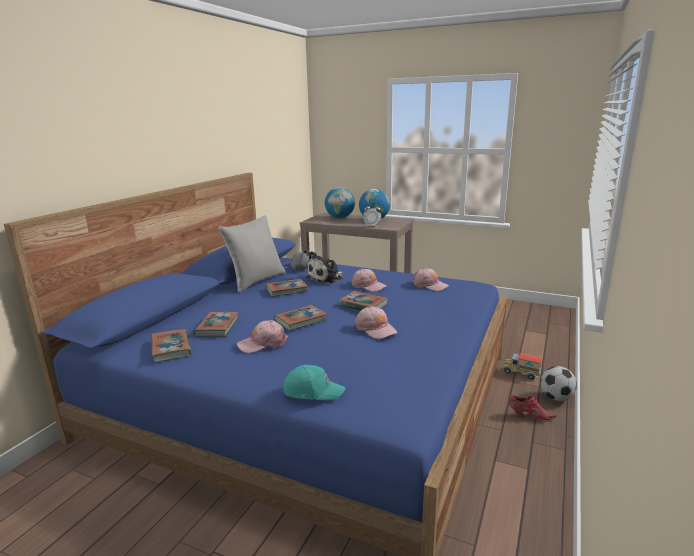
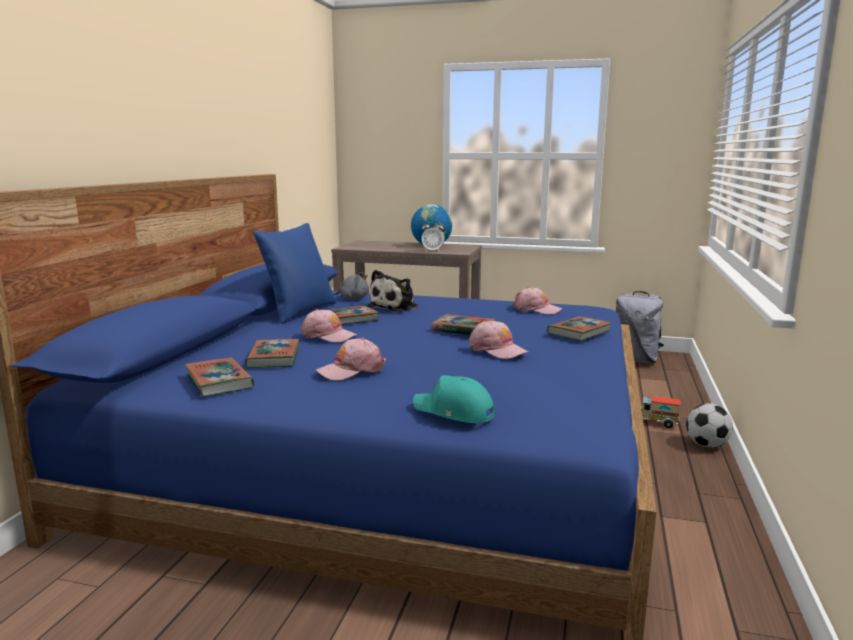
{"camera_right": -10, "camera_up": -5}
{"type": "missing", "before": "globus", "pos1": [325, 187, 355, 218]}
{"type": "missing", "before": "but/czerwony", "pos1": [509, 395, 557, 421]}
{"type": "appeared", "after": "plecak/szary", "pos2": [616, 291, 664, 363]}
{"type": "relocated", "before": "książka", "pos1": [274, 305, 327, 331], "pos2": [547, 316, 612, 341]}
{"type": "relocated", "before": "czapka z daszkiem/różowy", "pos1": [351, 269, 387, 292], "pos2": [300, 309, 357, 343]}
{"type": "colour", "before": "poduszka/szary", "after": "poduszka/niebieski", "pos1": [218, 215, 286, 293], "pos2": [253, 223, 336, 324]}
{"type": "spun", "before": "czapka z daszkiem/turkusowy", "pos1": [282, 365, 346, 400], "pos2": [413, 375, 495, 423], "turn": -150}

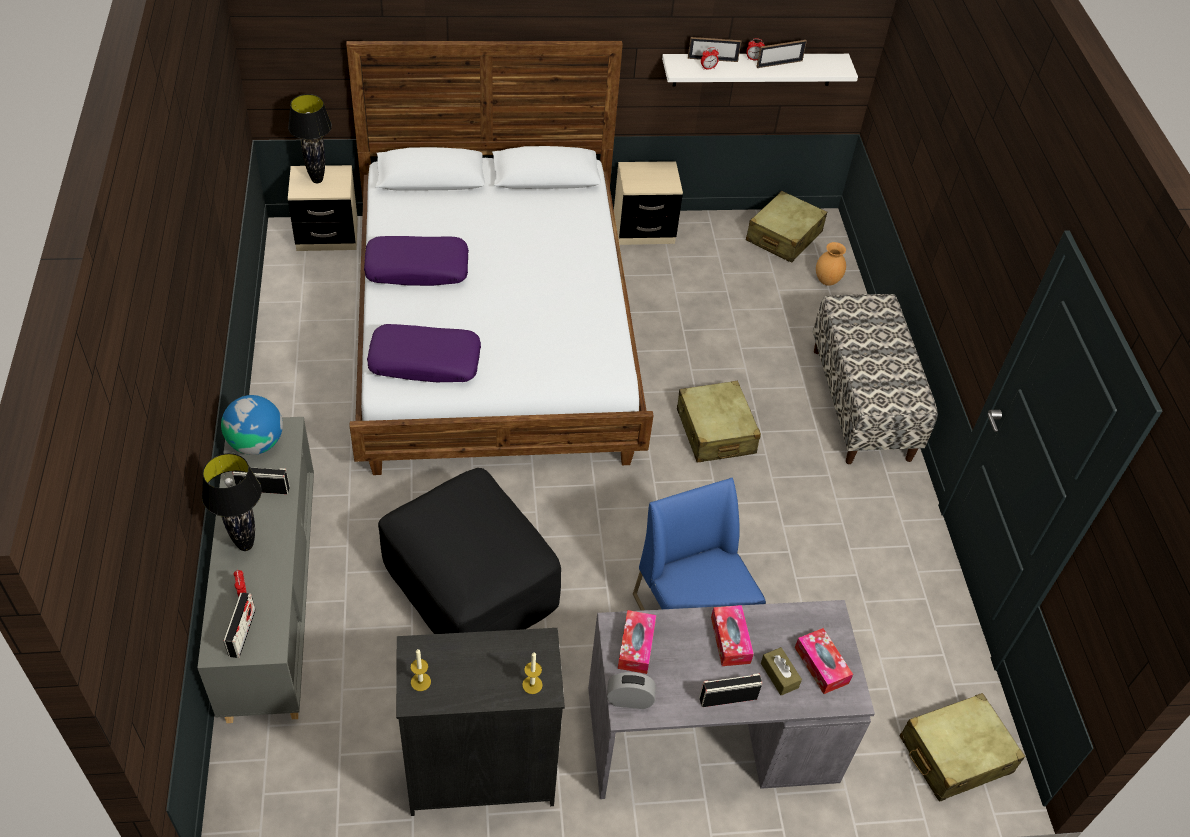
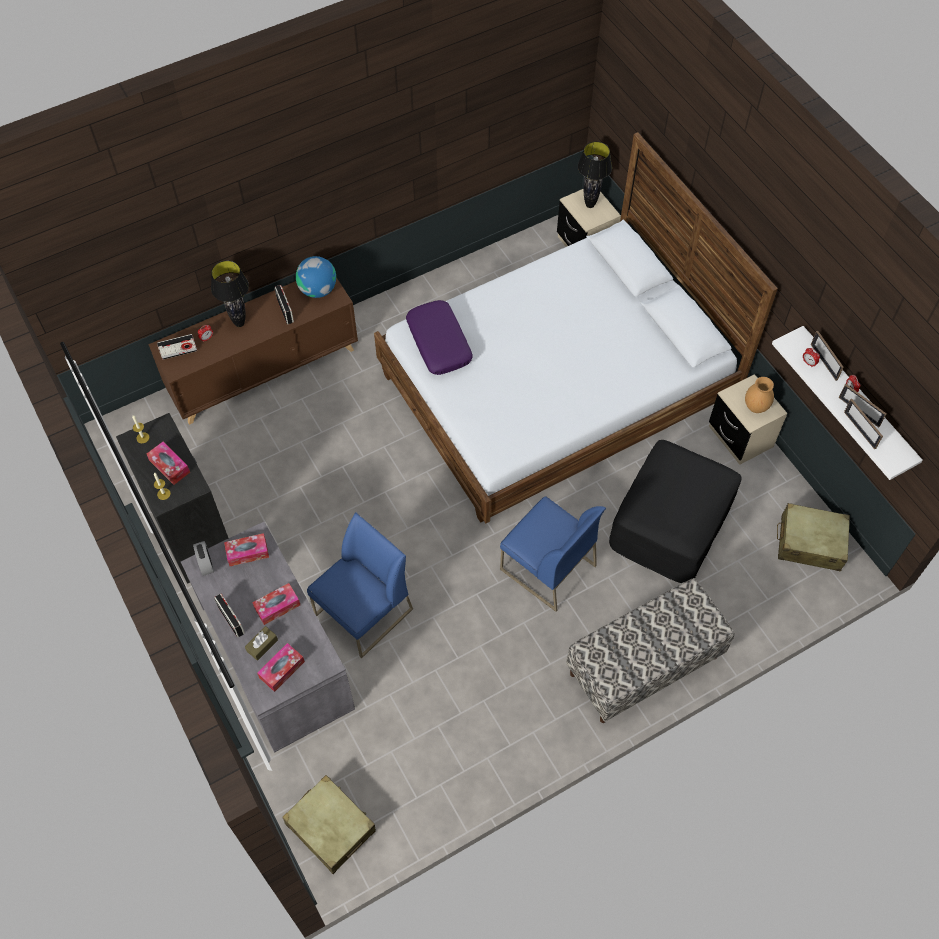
{"camera_right": 70, "camera_up": 10}
{"type": "missing", "before": "poduszka/fioletowy", "pos1": [364, 236, 469, 286]}
{"type": "appeared", "after": "pudełko chusteczek", "pos2": [147, 442, 190, 485]}
{"type": "appeared", "after": "ramka na zdjęcie", "pos2": [844, 399, 883, 449]}
{"type": "relocated", "before": "pufa/czarny", "pos1": [378, 468, 561, 634], "pos2": [609, 440, 742, 583]}
{"type": "relocated", "before": "wazon/brązowy", "pos1": [816, 242, 846, 286], "pos2": [745, 377, 774, 413]}
{"type": "exchanged", "before": "walizka/beżowy", "after": "krzesło/niebieski", "pos1": [677, 381, 761, 462], "pos2": [500, 496, 606, 612]}
{"type": "colour", "before": "szafka/szary", "after": "szafka/brązowy", "pos1": [197, 417, 314, 723], "pos2": [148, 278, 358, 425]}

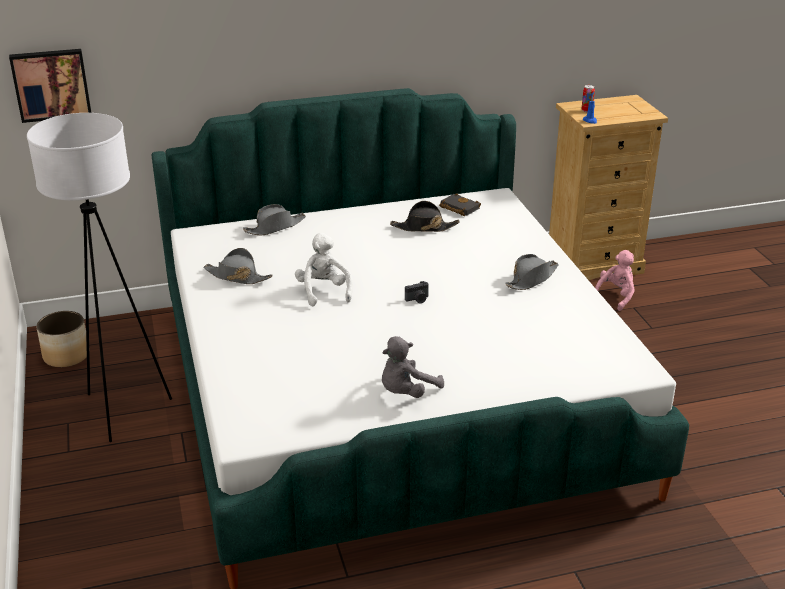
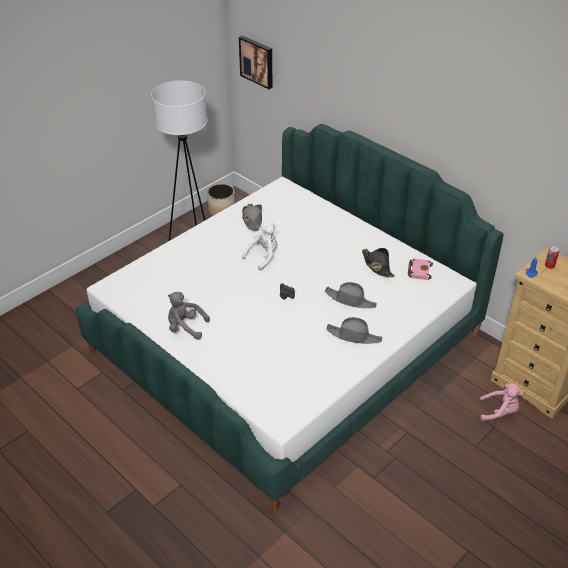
{"camera_right": 60, "camera_up": 10}
{"type": "relocated", "before": "kapelusz/szary", "pos1": [243, 204, 306, 235], "pos2": [325, 282, 377, 308]}
{"type": "colour", "before": "książka/czarny", "after": "książka/różowy", "pos1": [439, 193, 481, 216], "pos2": [408, 259, 433, 280]}

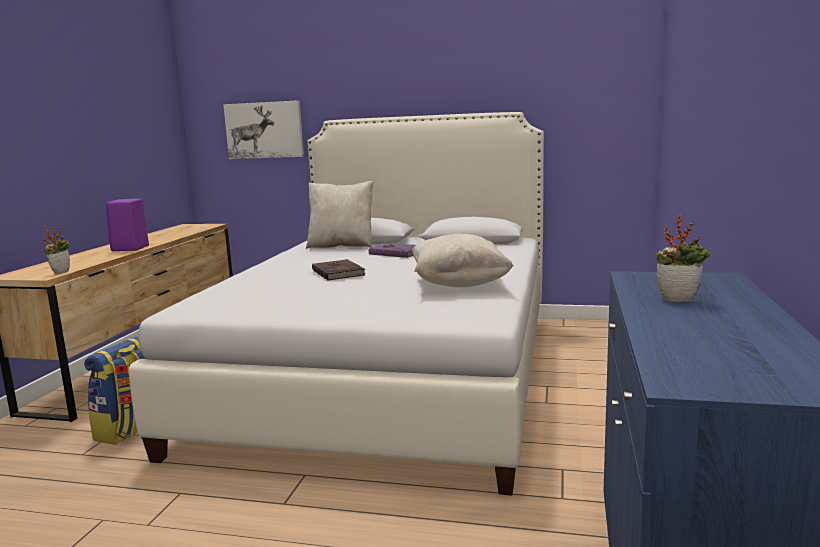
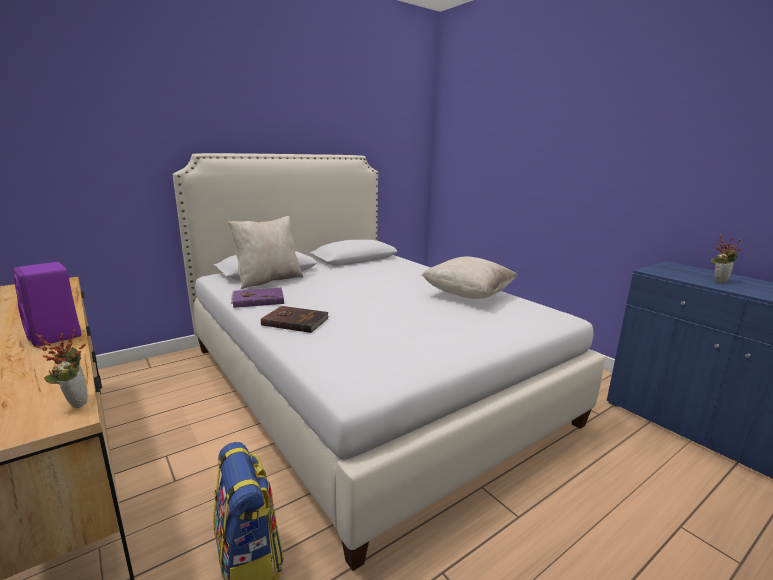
{"camera_right": -50, "camera_up": 5}
{"type": "missing", "before": "obraz", "pos1": [223, 100, 304, 159]}
{"type": "relocated", "before": "książka/brązowy", "pos1": [312, 259, 366, 281], "pos2": [261, 306, 329, 333]}
{"type": "relocated", "before": "książka/fioletowy", "pos1": [369, 243, 415, 258], "pos2": [231, 288, 284, 308]}

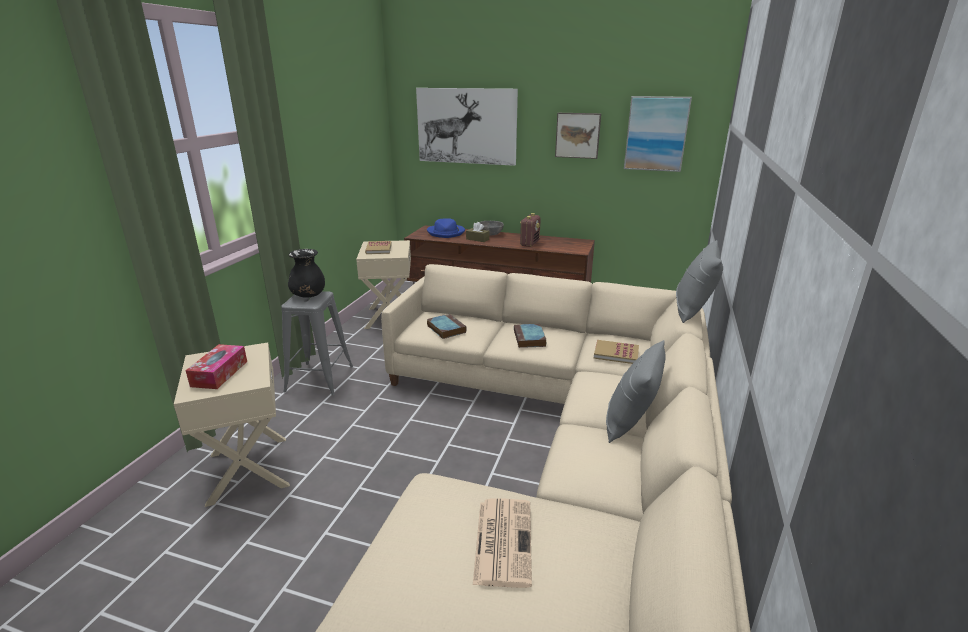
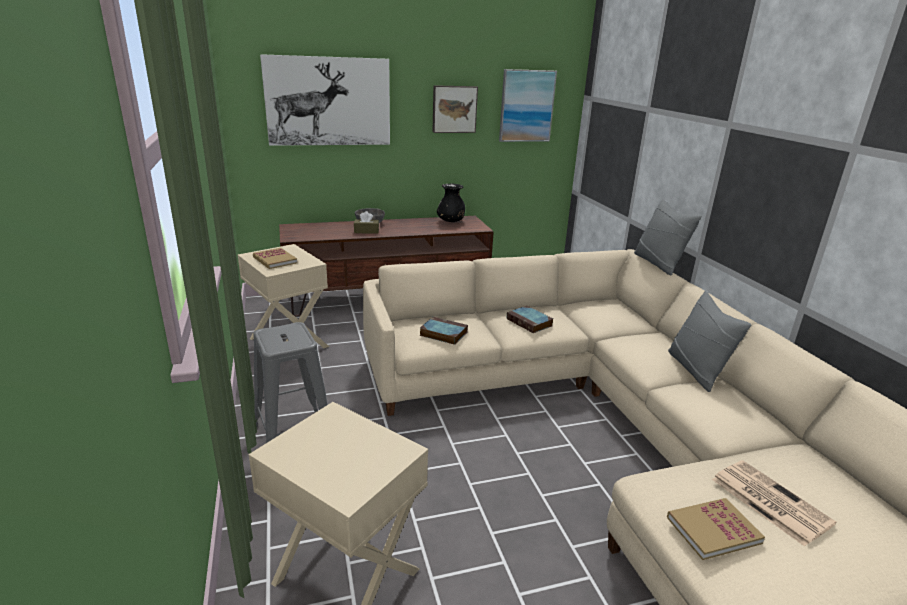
{"camera_right": -35, "camera_up": 0}
{"type": "missing", "before": "pudełko chusteczek", "pos1": [185, 344, 247, 389]}
{"type": "missing", "before": "kapelusz/niebieski", "pos1": [427, 218, 465, 238]}
{"type": "missing", "before": "radio", "pos1": [520, 213, 541, 247]}
{"type": "relocated", "before": "wazon/czarny", "pos1": [288, 249, 325, 298], "pos2": [437, 184, 465, 222]}
{"type": "relocated", "before": "książka", "pos1": [594, 340, 639, 364], "pos2": [667, 498, 765, 560]}

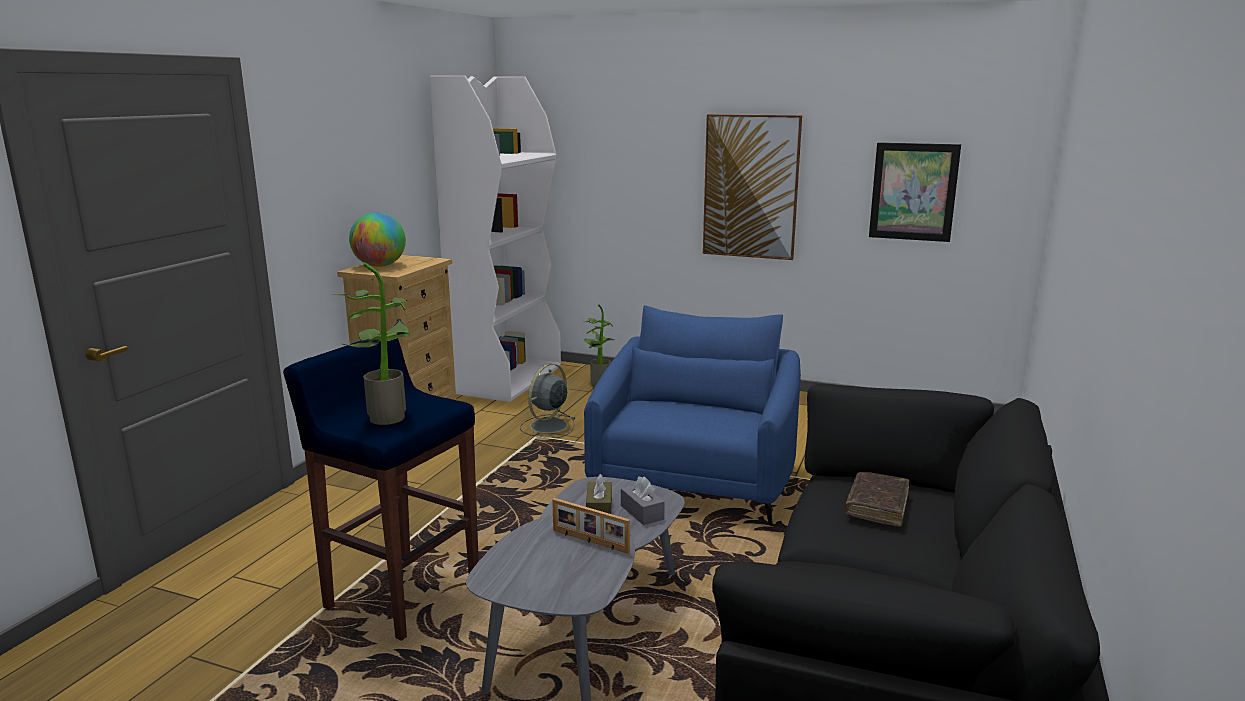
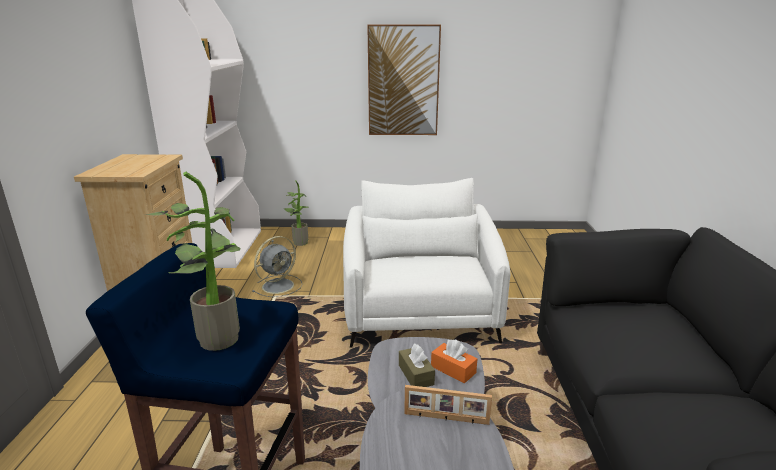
{"camera_right": -20, "camera_up": 5}
{"type": "missing", "before": "globus", "pos1": [349, 212, 406, 267]}
{"type": "missing", "before": "książka/brązowy", "pos1": [845, 472, 909, 527]}
{"type": "missing", "before": "obraz", "pos1": [869, 142, 961, 242]}
{"type": "colour", "before": "fotel/niebieski", "after": "fotel/biały", "pos1": [584, 305, 801, 525], "pos2": [343, 178, 510, 348]}
{"type": "colour", "before": "pudełko chusteczek/szary", "after": "pudełko chusteczek/pomarańczowy", "pos1": [621, 476, 665, 525], "pos2": [431, 339, 477, 383]}
{"type": "spun", "before": "wentylator/szary", "pos1": [520, 363, 575, 438], "pos2": [252, 236, 303, 297], "turn": -150}

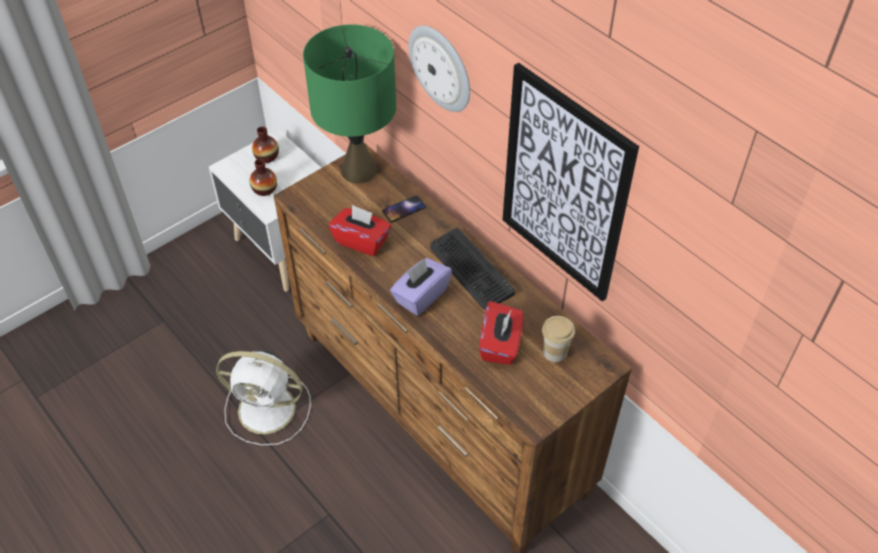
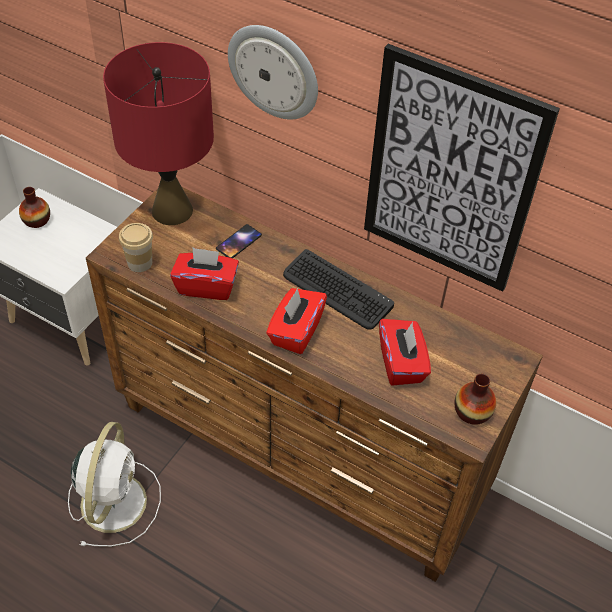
{"camera_right": -20, "camera_up": 0}
{"type": "relocated", "before": "wazon", "pos1": [250, 159, 277, 196], "pos2": [454, 374, 496, 425]}
{"type": "relocated", "before": "filiżanka", "pos1": [542, 316, 575, 362], "pos2": [119, 223, 153, 272]}
{"type": "colour", "before": "lampa stołowa/zielony", "after": "lampa stołowa/czerwony", "pos1": [303, 24, 396, 184], "pos2": [103, 42, 214, 225]}
{"type": "colour", "before": "pudełko chusteczek/fioletowy", "after": "pudełko chusteczek/czerwony", "pos1": [390, 258, 452, 316], "pos2": [266, 288, 327, 354]}
{"type": "spun", "before": "wentylator/biały", "pos1": [216, 350, 311, 446], "pos2": [68, 422, 161, 547], "turn": -75}

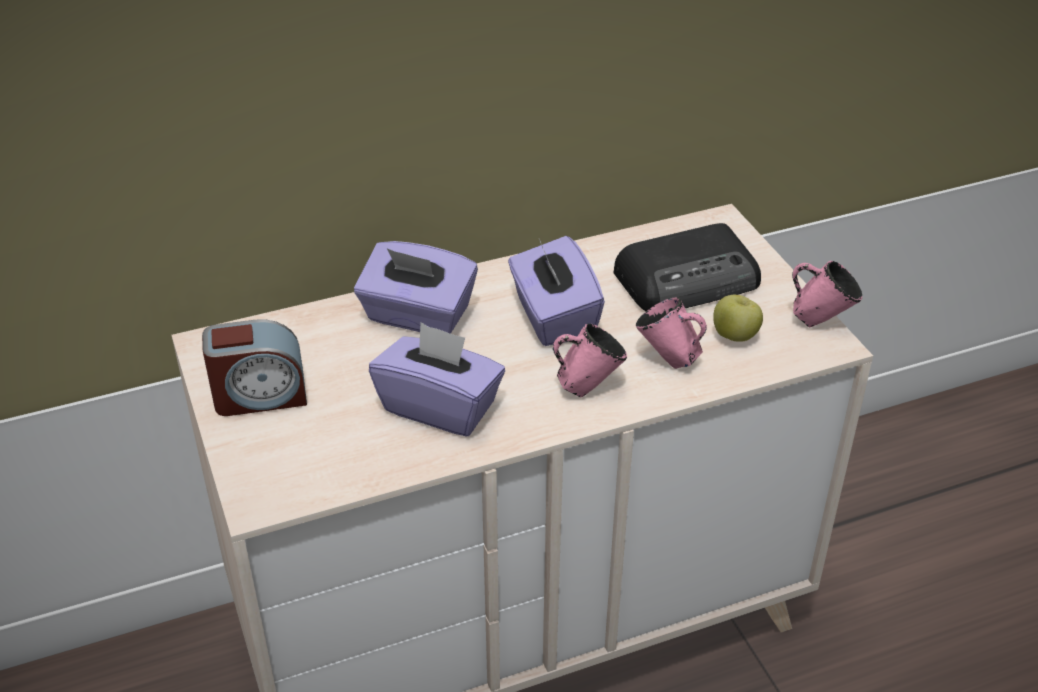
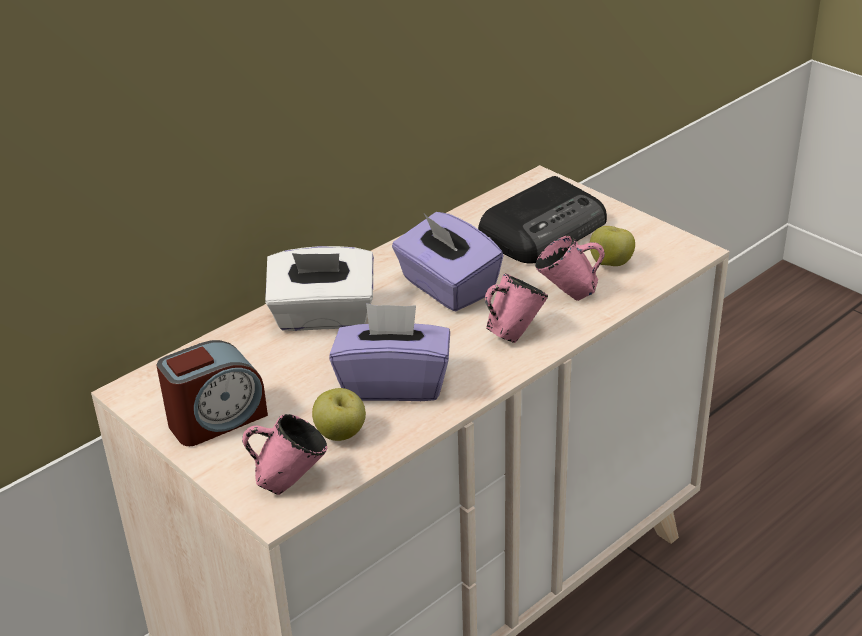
{"camera_right": -20, "camera_up": -5}
{"type": "appeared", "after": "jabłko", "pos2": [312, 388, 366, 441]}
{"type": "relocated", "before": "kubek/różowy", "pos1": [792, 261, 862, 327], "pos2": [242, 414, 327, 495]}
{"type": "colour", "before": "pudełko chusteczek/fioletowy", "after": "pudełko chusteczek/biały", "pos1": [354, 241, 478, 334], "pos2": [265, 246, 374, 331]}

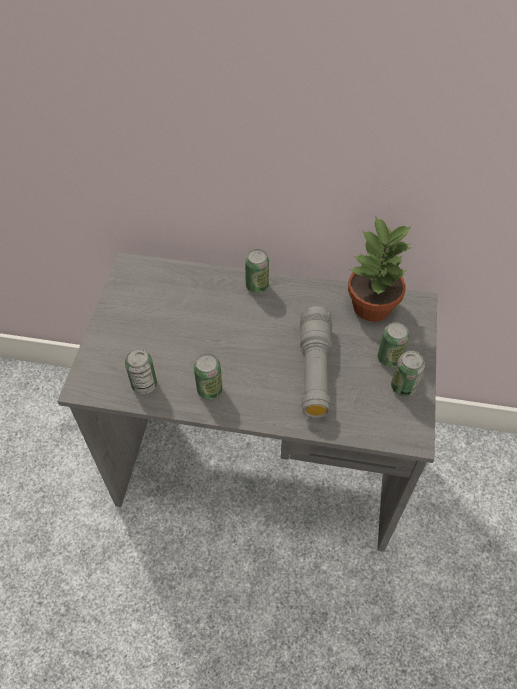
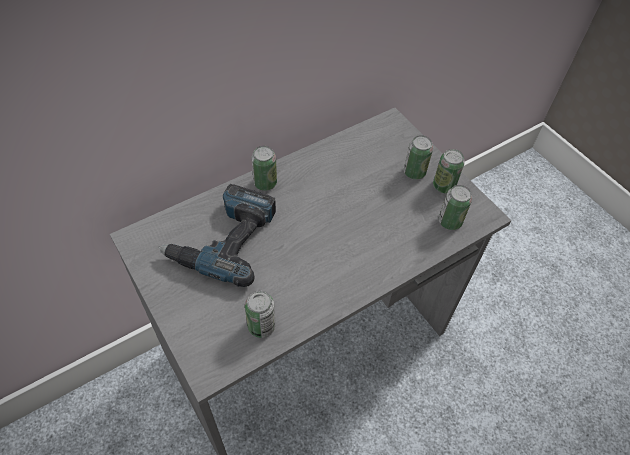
{"camera_right": -45, "camera_up": 0}
{"type": "missing", "before": "latarka/szary", "pos1": [300, 306, 332, 418]}
{"type": "missing", "before": "roślina doniczkowa", "pos1": [348, 215, 412, 322]}
{"type": "appeared", "after": "wiertarka", "pos2": [158, 184, 276, 287]}
{"type": "relocated", "before": "puszka", "pos1": [194, 354, 223, 399], "pos2": [439, 185, 472, 230]}

